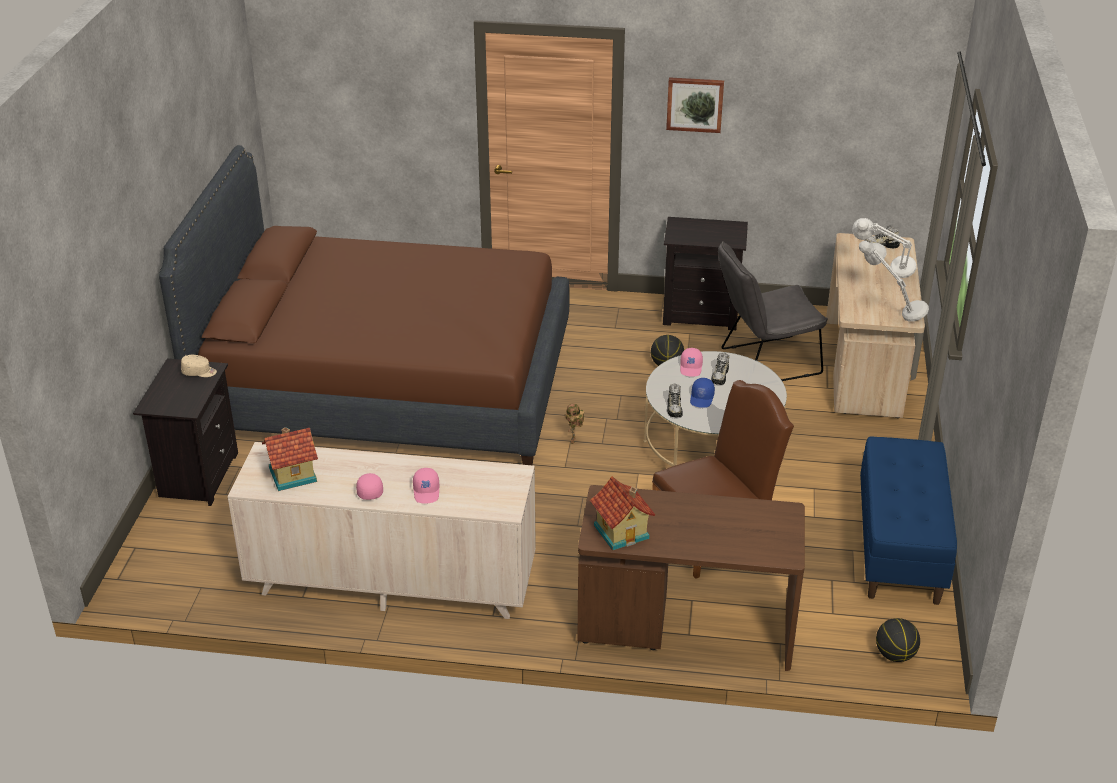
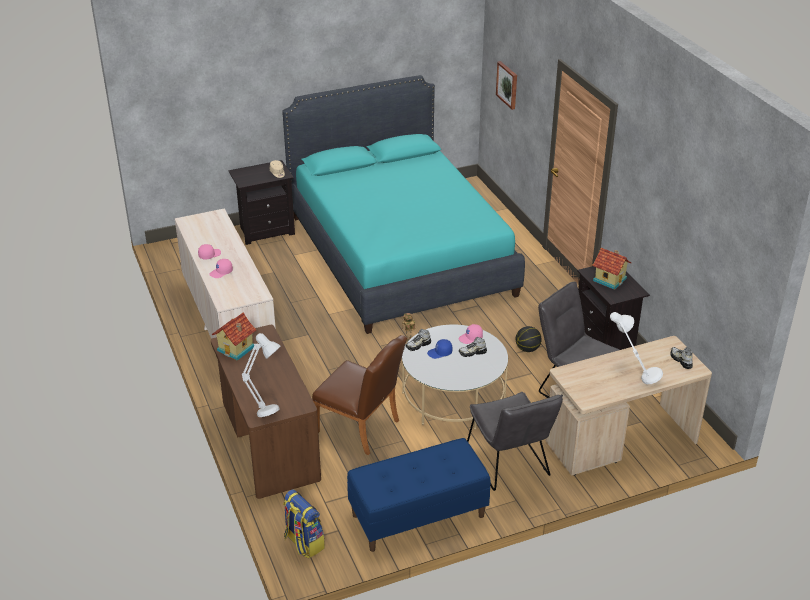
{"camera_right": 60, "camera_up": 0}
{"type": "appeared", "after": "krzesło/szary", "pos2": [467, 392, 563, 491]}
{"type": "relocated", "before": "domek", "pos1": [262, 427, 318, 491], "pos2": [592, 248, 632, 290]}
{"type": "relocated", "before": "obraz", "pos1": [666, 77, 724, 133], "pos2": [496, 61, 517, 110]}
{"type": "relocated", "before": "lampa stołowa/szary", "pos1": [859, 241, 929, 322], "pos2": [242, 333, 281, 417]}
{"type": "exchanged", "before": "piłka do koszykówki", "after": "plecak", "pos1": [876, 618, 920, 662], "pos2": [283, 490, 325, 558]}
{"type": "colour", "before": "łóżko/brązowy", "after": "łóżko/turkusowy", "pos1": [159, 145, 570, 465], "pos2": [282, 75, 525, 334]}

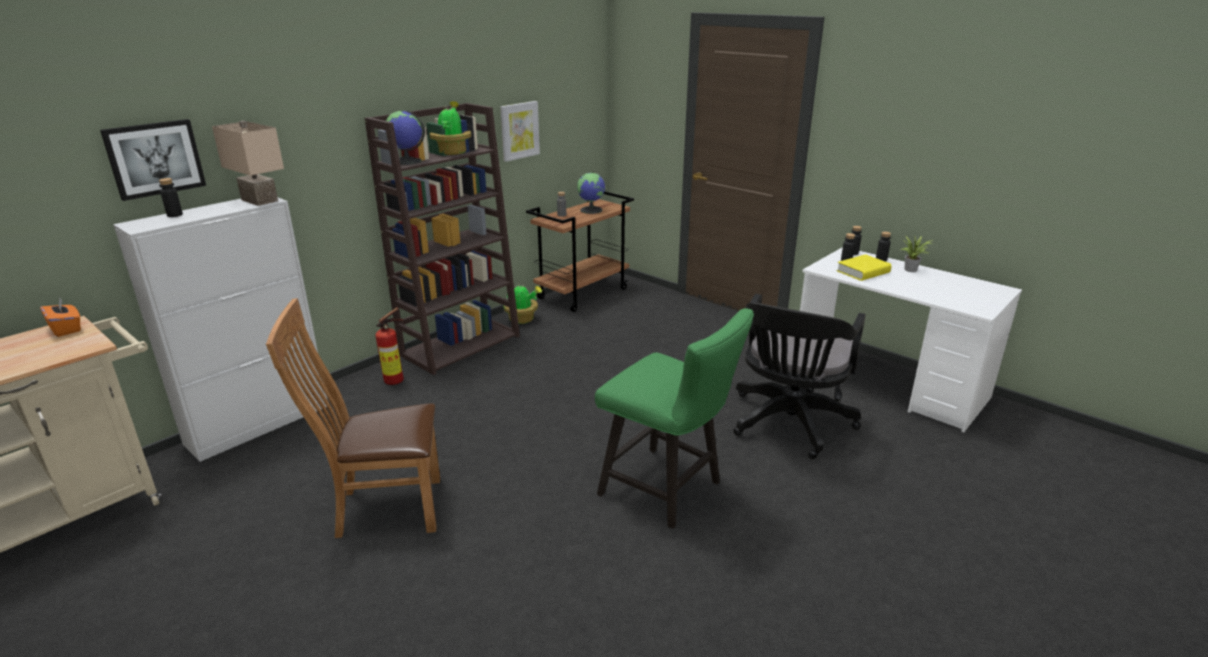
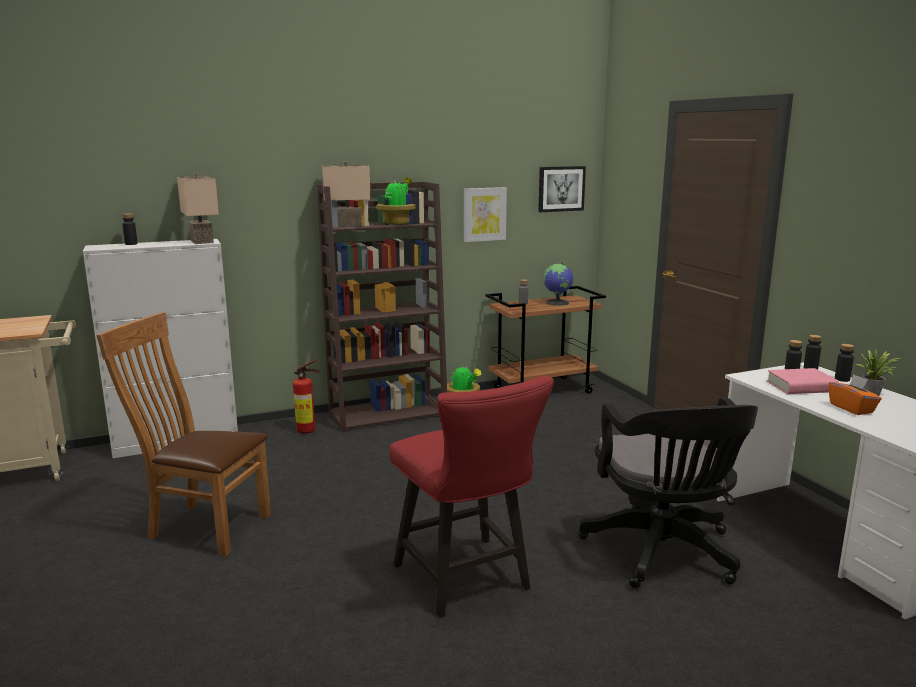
{"camera_right": 25, "camera_up": -10}
{"type": "relocated", "before": "pudełko chusteczek/pomarańczowy", "pos1": [40, 298, 81, 337], "pos2": [828, 375, 882, 415]}
{"type": "relocated", "before": "obraz", "pos1": [100, 119, 206, 201], "pos2": [538, 166, 586, 212]}
{"type": "exchanged", "before": "globus", "after": "lampa stołowa/beżowy", "pos1": [384, 111, 425, 165], "pos2": [322, 161, 371, 227]}
{"type": "colour", "before": "krzesło/zielony", "after": "krzesło/czerwony", "pos1": [595, 308, 754, 529], "pos2": [389, 375, 554, 618]}
{"type": "colour", "before": "książka/żółty", "after": "książka/różowy", "pos1": [837, 254, 891, 281], "pos2": [767, 368, 839, 394]}
{"type": "spun", "before": "krzesło biurowe/czarny", "pos1": [733, 294, 866, 459], "pos2": [578, 398, 758, 588], "turn": -60}

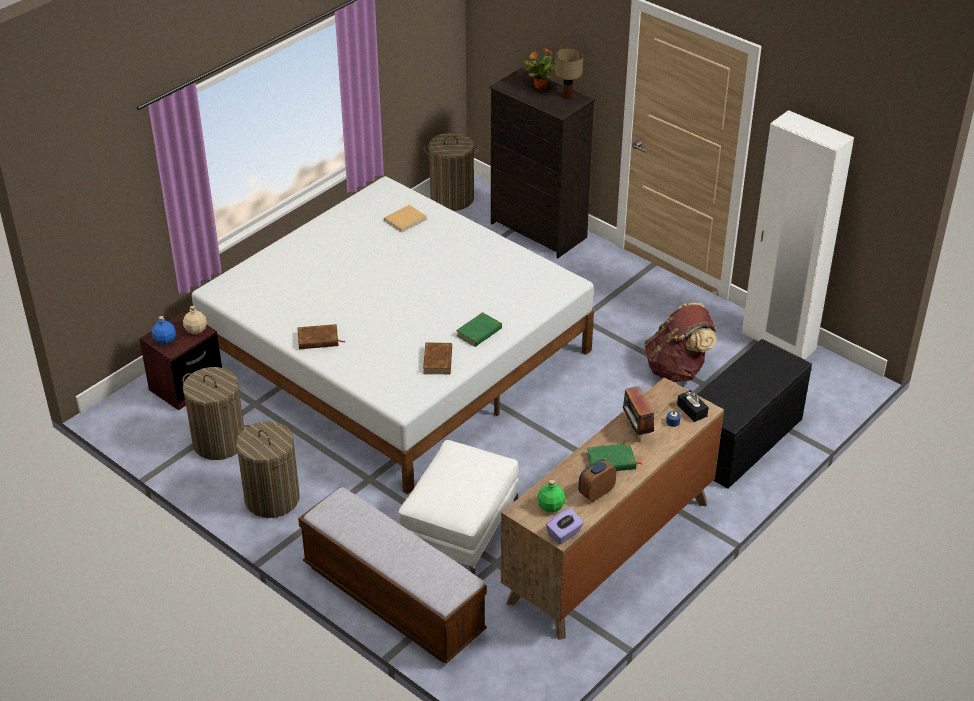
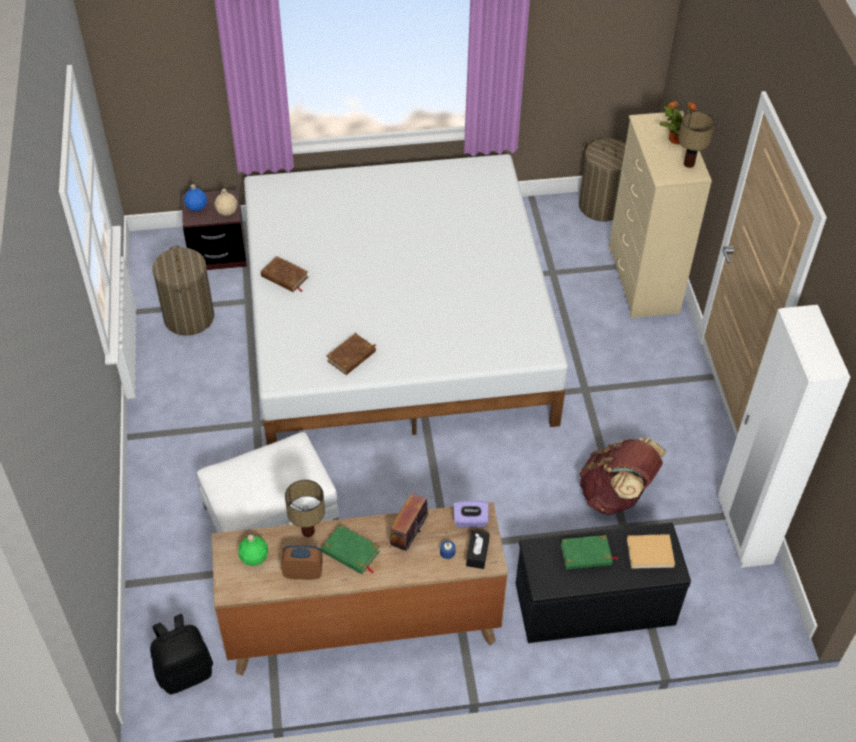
{"camera_right": 40, "camera_up": 10}
{"type": "missing", "before": "kosz na pranie", "pos1": [236, 421, 300, 518]}
{"type": "missing", "before": "ławka", "pos1": [298, 487, 487, 664]}
{"type": "appeared", "after": "plecak/czarny", "pos2": [150, 614, 213, 694]}
{"type": "appeared", "after": "lampa stołowa", "pos2": [285, 480, 325, 537]}
{"type": "relocated", "before": "książka/beżowy", "pos1": [384, 205, 427, 233], "pos2": [627, 534, 675, 569]}
{"type": "relocated", "before": "książka/zielony", "pos1": [456, 312, 502, 347], "pos2": [561, 535, 618, 570]}
{"type": "relocated", "before": "pudełko chusteczek/fioletowy", "pos1": [546, 508, 584, 544], "pos2": [453, 500, 489, 528]}
{"type": "colour", "before": "komoda/czarny", "after": "komoda/beżowy", "pos1": [489, 68, 595, 258], "pos2": [608, 111, 712, 318]}

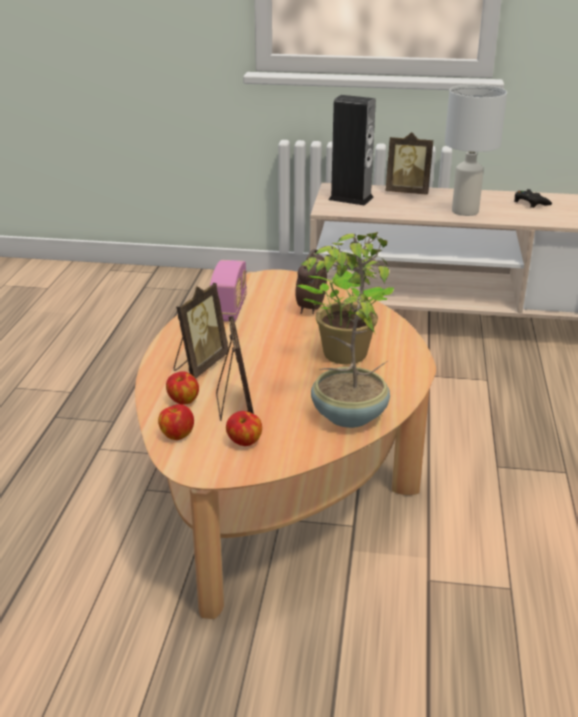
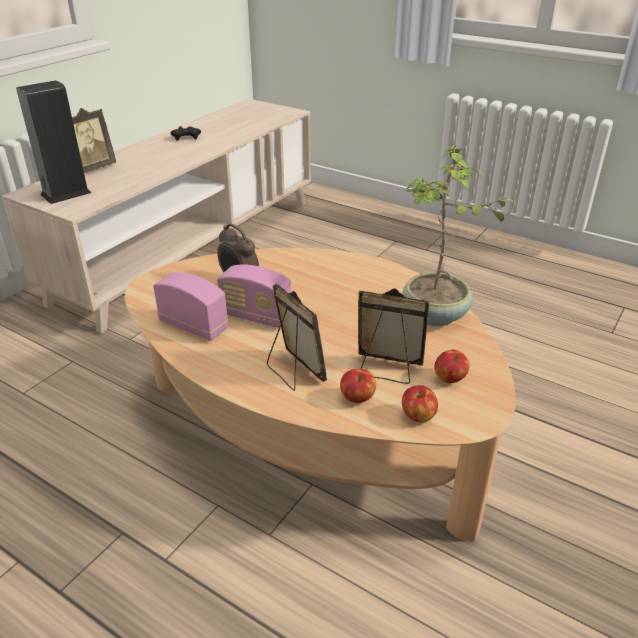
{"camera_right": -65, "camera_up": 5}
{"type": "missing", "before": "roślina doniczkowa", "pos1": [297, 270, 394, 364]}
{"type": "missing", "before": "lampa stołowa/biały", "pos1": [445, 85, 507, 216]}
{"type": "appeared", "after": "radio", "pos2": [217, 264, 291, 328]}

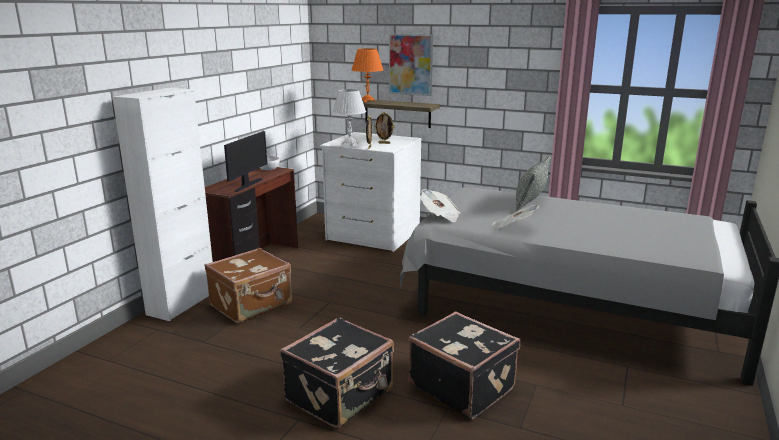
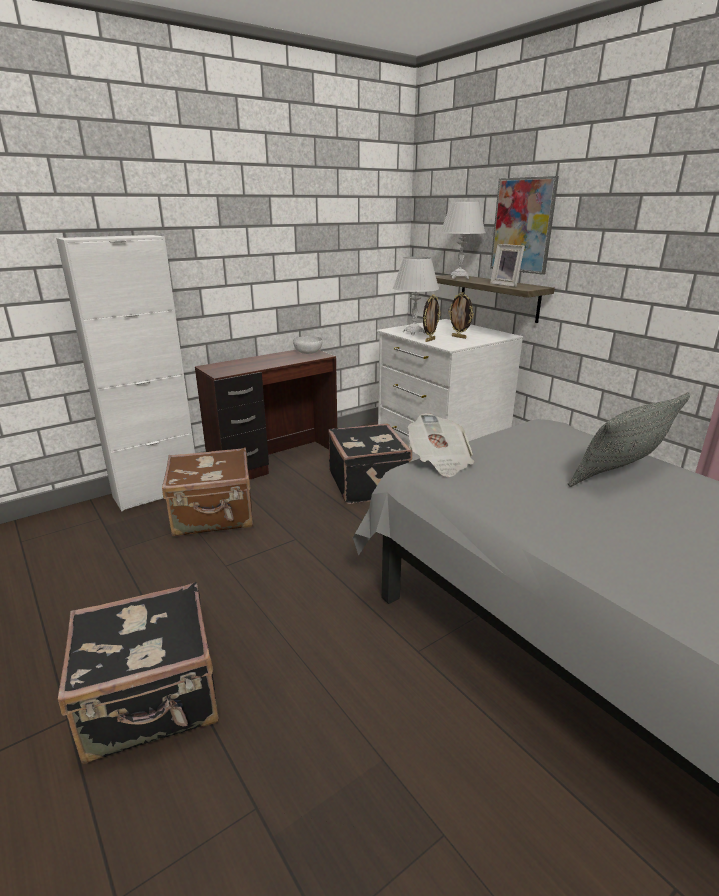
{"camera_right": 30, "camera_up": 5}
{"type": "missing", "before": "monitor", "pos1": [224, 131, 268, 192]}
{"type": "missing", "before": "gazeta", "pos1": [492, 204, 539, 229]}
{"type": "appeared", "after": "ramka na zdjęcie", "pos2": [490, 244, 525, 287]}
{"type": "relocated", "before": "walizka/czarny", "pos1": [408, 311, 520, 419], "pos2": [328, 423, 412, 504]}
{"type": "colour", "before": "lampa stołowa/pomarańczowy", "after": "lampa stołowa/biały", "pos1": [352, 49, 383, 103], "pos2": [440, 202, 486, 279]}

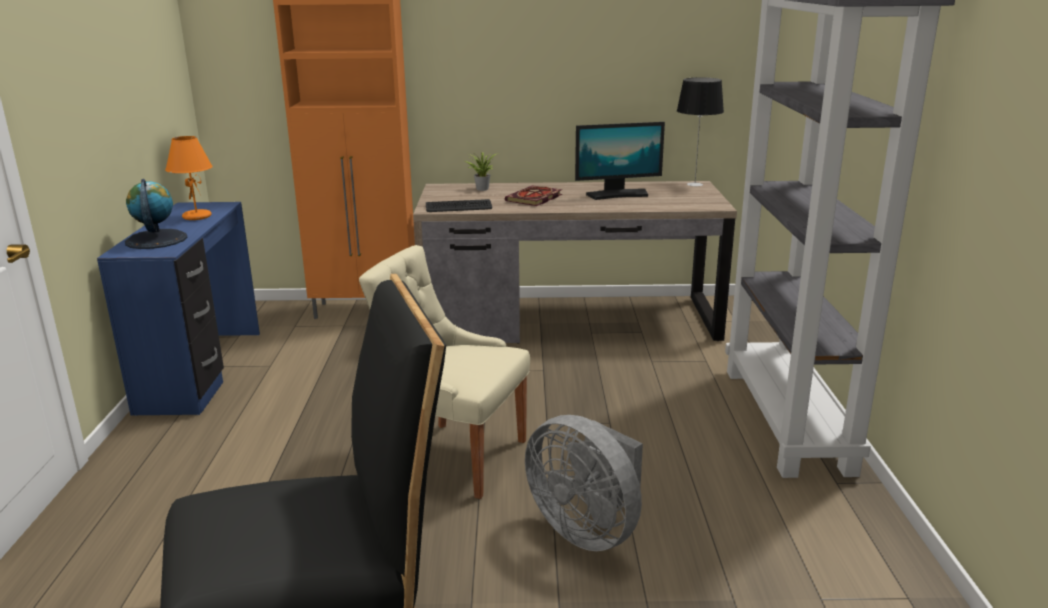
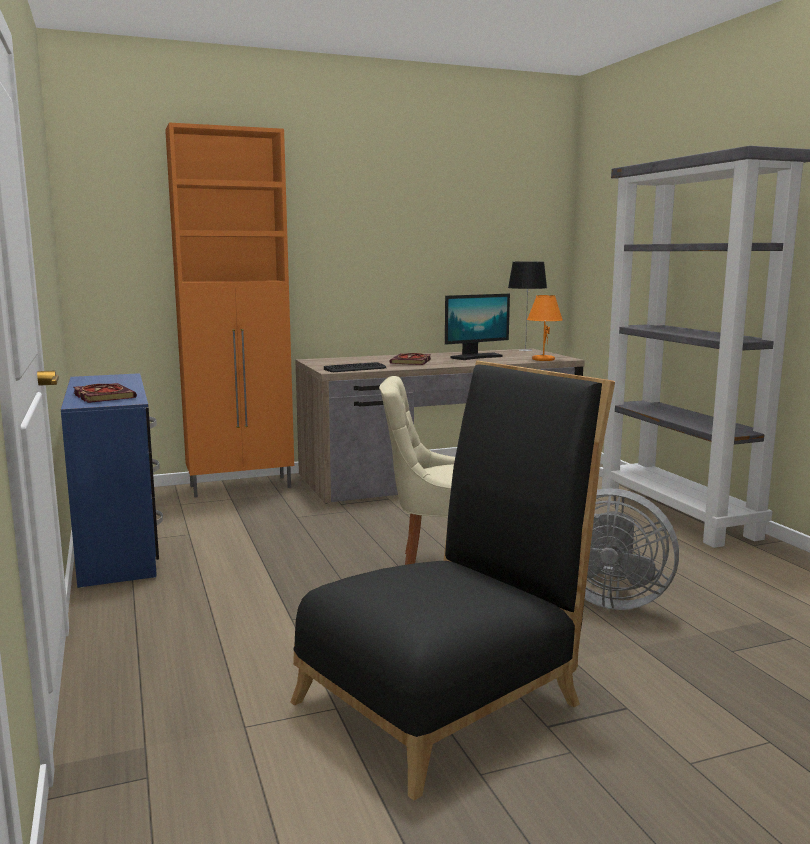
{"camera_right": -20, "camera_up": -10}
{"type": "missing", "before": "roślina doniczkowa", "pos1": [465, 152, 496, 191]}
{"type": "relocated", "before": "lampa stołowa/pomarańczowy", "pos1": [165, 136, 213, 220], "pos2": [527, 295, 563, 361]}
{"type": "exchanged", "before": "globus", "after": "książka", "pos1": [125, 179, 188, 249], "pos2": [73, 383, 137, 403]}

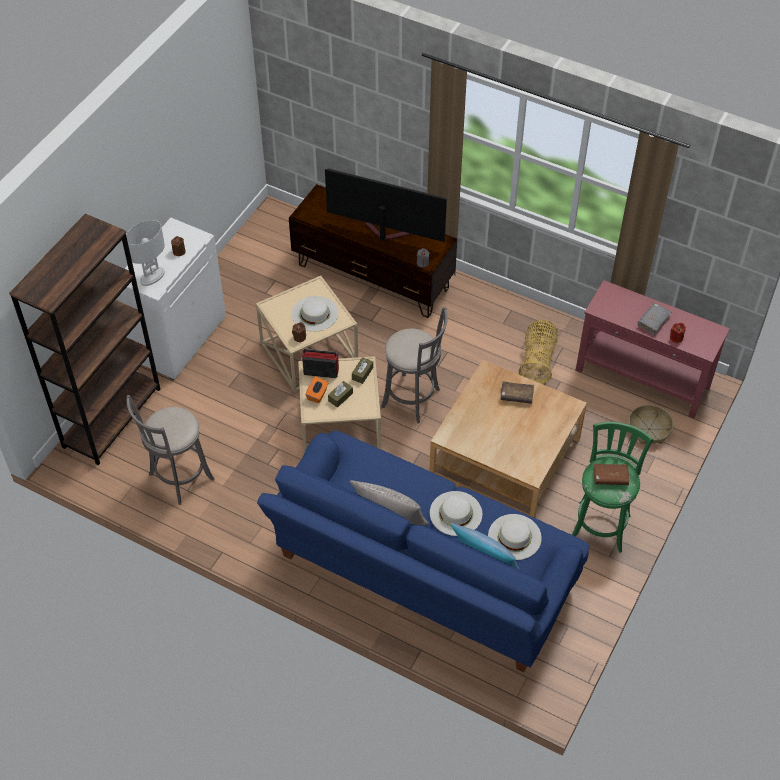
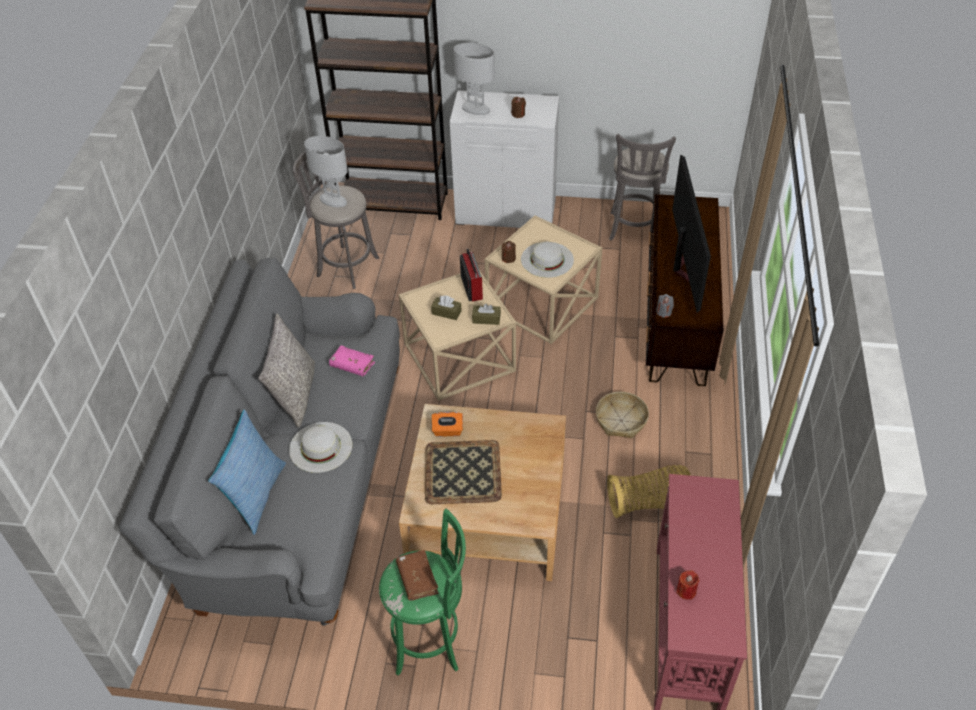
{"camera_right": 70, "camera_up": -5}
{"type": "missing", "before": "kapelusz/biały", "pos1": [488, 514, 542, 560]}
{"type": "missing", "before": "książka/brązowy", "pos1": [501, 381, 534, 404]}
{"type": "missing", "before": "książka/szary", "pos1": [638, 303, 671, 336]}
{"type": "appeared", "after": "lampa stołowa/biały", "pos2": [304, 136, 348, 207]}
{"type": "appeared", "after": "książka/różowy", "pos2": [329, 346, 375, 377]}
{"type": "appeared", "after": "taca", "pos2": [425, 440, 502, 504]}
{"type": "relocated", "before": "pudełko chusteczek/pomarańczowy", "pos1": [305, 376, 329, 403], "pos2": [432, 412, 463, 437]}
{"type": "relocated", "before": "stołek/szary", "pos1": [381, 307, 448, 423], "pos2": [609, 134, 676, 240]}
{"type": "relocated", "before": "koszyk", "pos1": [629, 404, 673, 444], "pos2": [596, 392, 649, 438]}
{"type": "colour", "before": "kanapa/niebieski", "after": "kanapa/szary", "pos1": [257, 431, 589, 672], "pos2": [119, 258, 400, 626]}

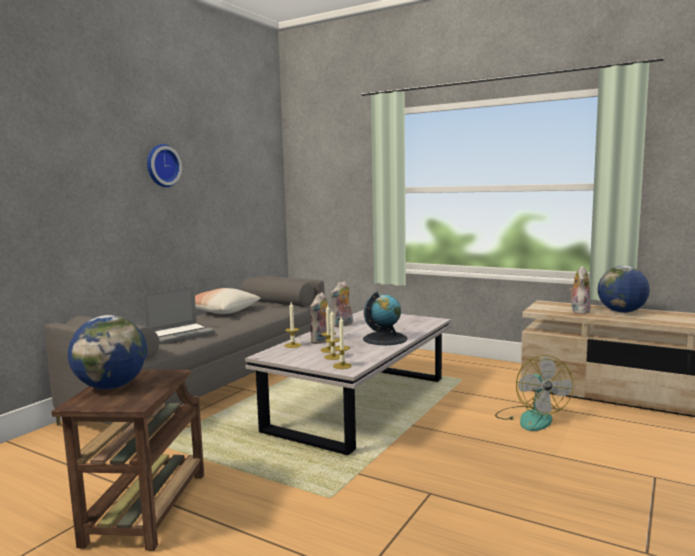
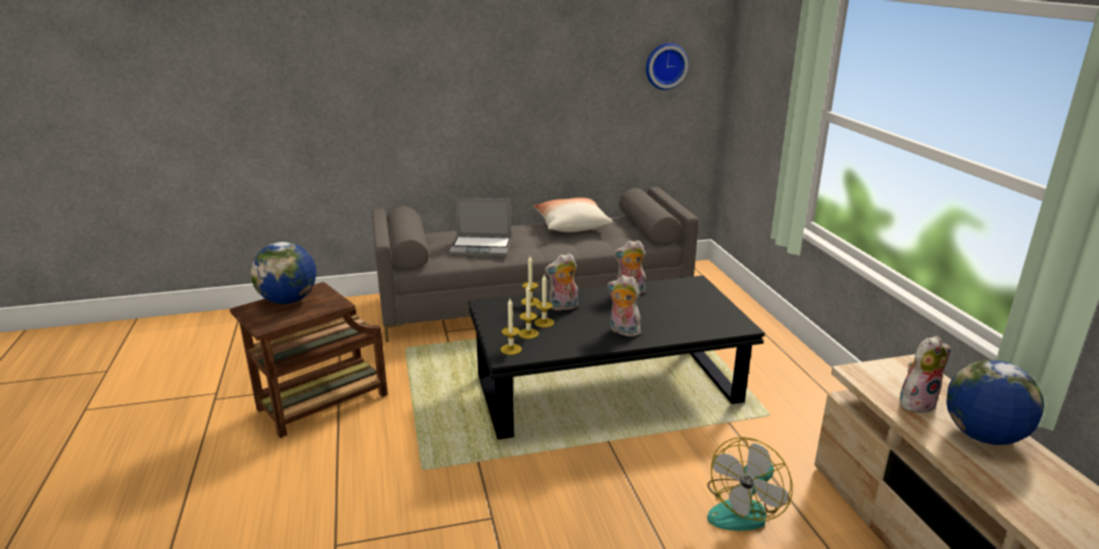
{"camera_right": 45, "camera_up": 15}
{"type": "relocated", "before": "zegar ścienny", "pos1": [147, 144, 182, 187], "pos2": [646, 43, 689, 90]}
{"type": "exchanged", "before": "globus", "after": "pluszak", "pos1": [363, 292, 408, 345], "pos2": [607, 275, 641, 337]}
{"type": "colour", "before": "ława/biały", "after": "ława/czarny", "pos1": [245, 310, 451, 455], "pos2": [469, 275, 765, 440]}

